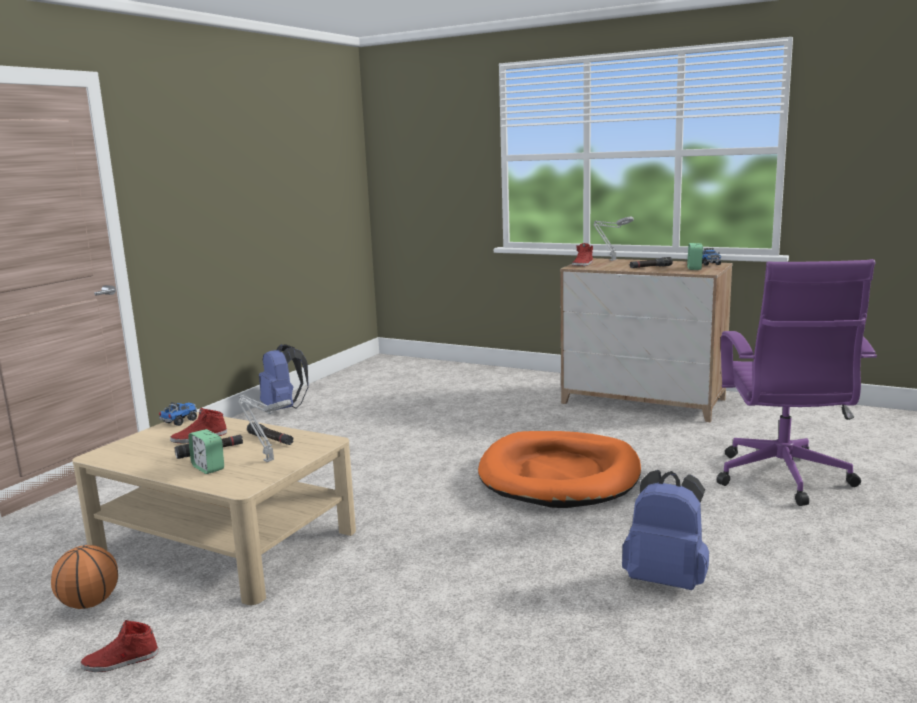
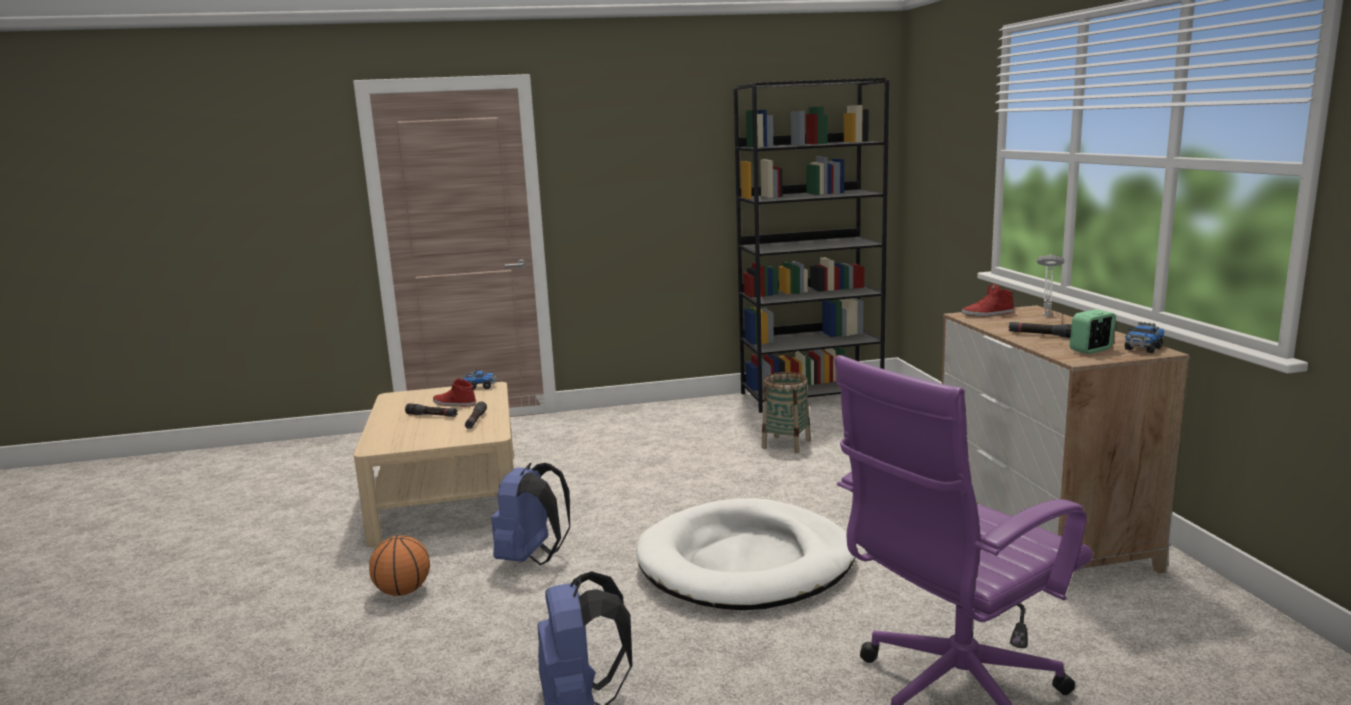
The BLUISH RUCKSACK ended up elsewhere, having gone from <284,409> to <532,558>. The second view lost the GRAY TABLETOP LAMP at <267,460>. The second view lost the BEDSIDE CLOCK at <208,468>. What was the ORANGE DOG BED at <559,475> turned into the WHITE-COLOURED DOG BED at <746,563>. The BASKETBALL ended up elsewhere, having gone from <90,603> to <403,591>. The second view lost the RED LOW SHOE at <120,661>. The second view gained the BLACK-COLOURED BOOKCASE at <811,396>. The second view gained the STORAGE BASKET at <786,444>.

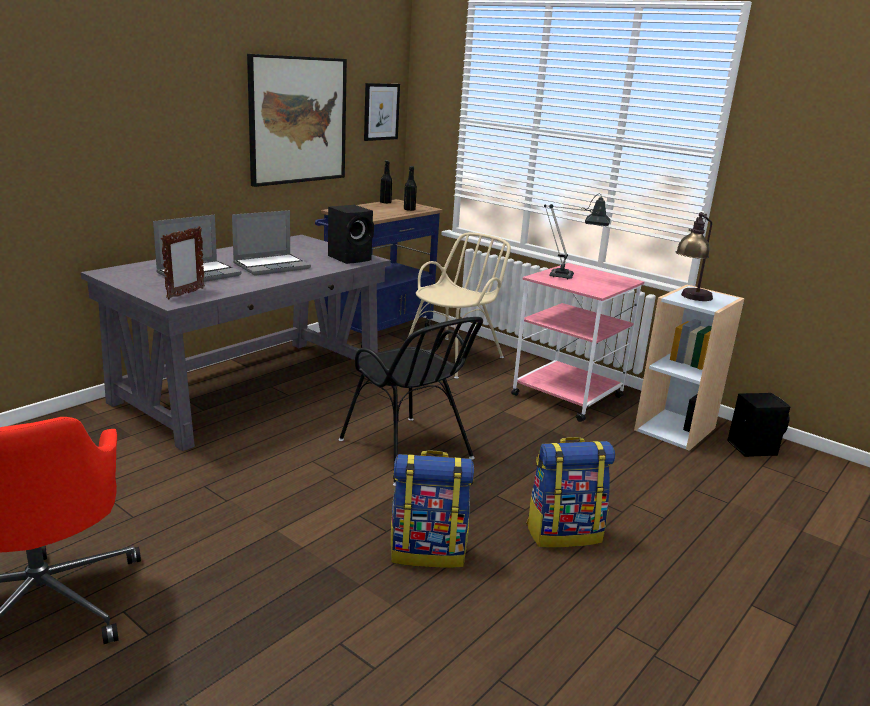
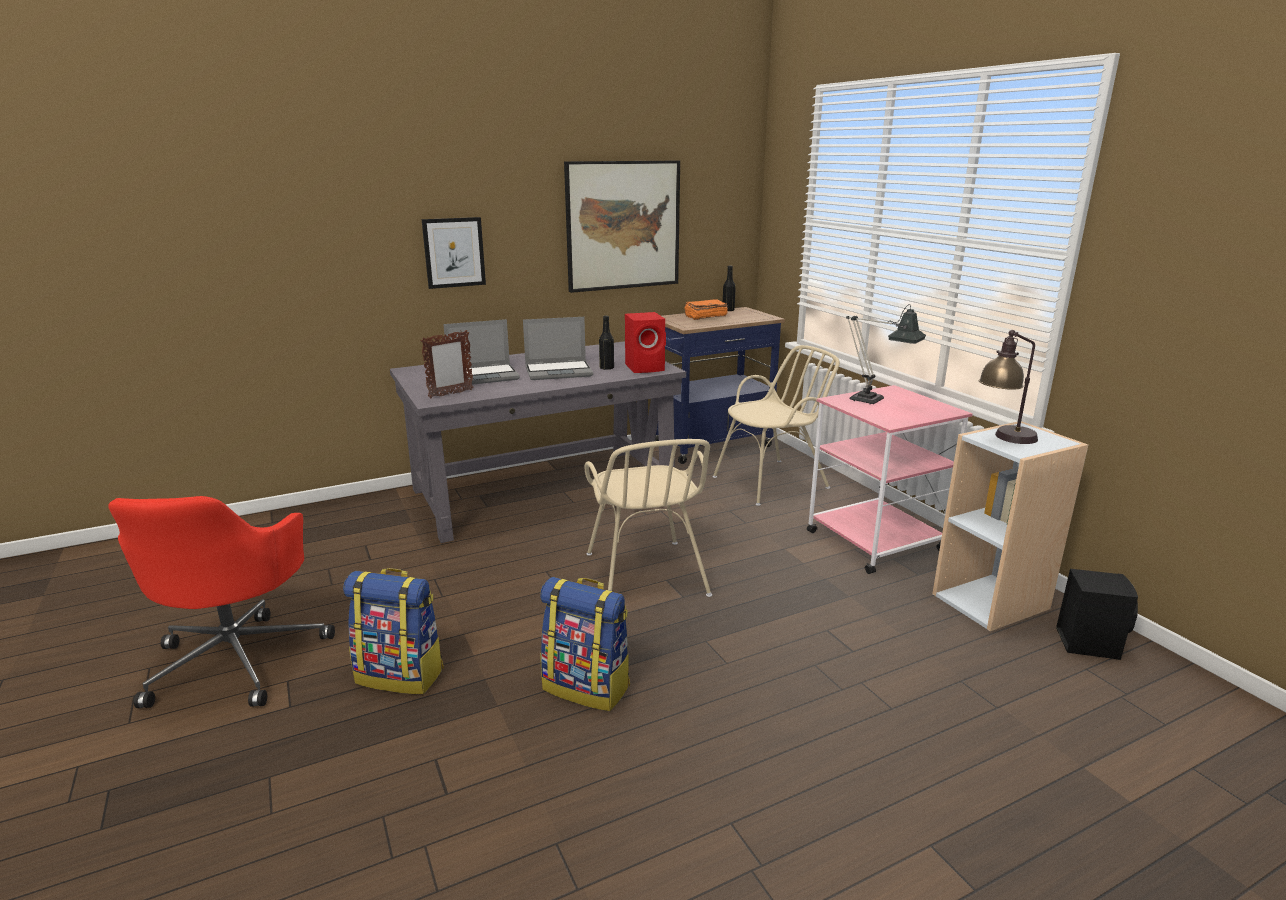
The WALL ART ended up elsewhere, having gone from <381,112> to <454,252>. The BLACK-COLOURED DRINK BOTTLE ended up elsewhere, having gone from <409,210> to <606,368>. What was the BLACK-COLOURED LOUDSPEAKER at <351,258> turned into the RED LOUDSPEAKER at <646,367>. What was the BLACK-COLOURED UPRIGHT CHAIR at <408,451> turned into the BEIGE UPRIGHT CHAIR at <646,577>. The RUCKSACK ended up elsewhere, having gone from <564,533> to <401,675>. The second view gained the ORANGE BOUND BOOK at <705,317>.

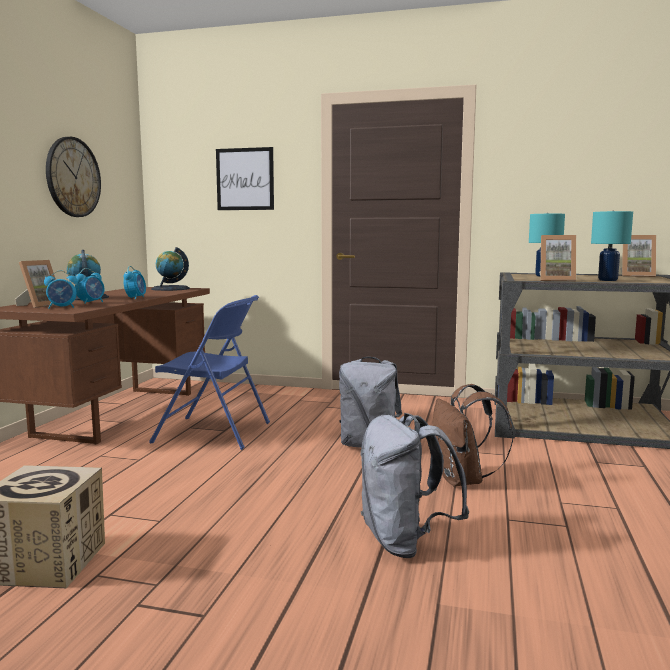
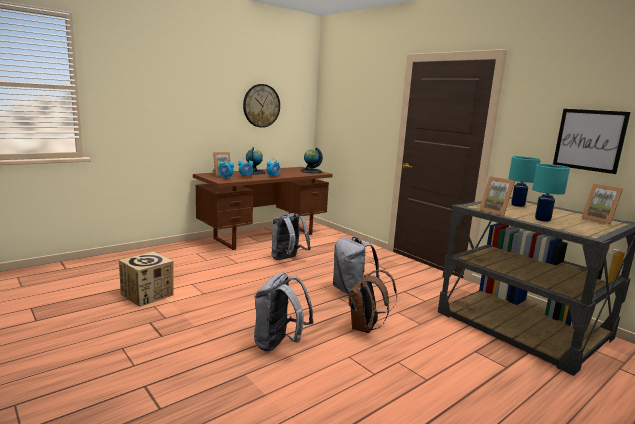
The WALL ART ended up elsewhere, having gone from <245,179> to <589,140>. Where the BLUISH UPRIGHT CHAIR stood at <212,432>, the GRAY RUCKSACK came to stand at <287,259>.

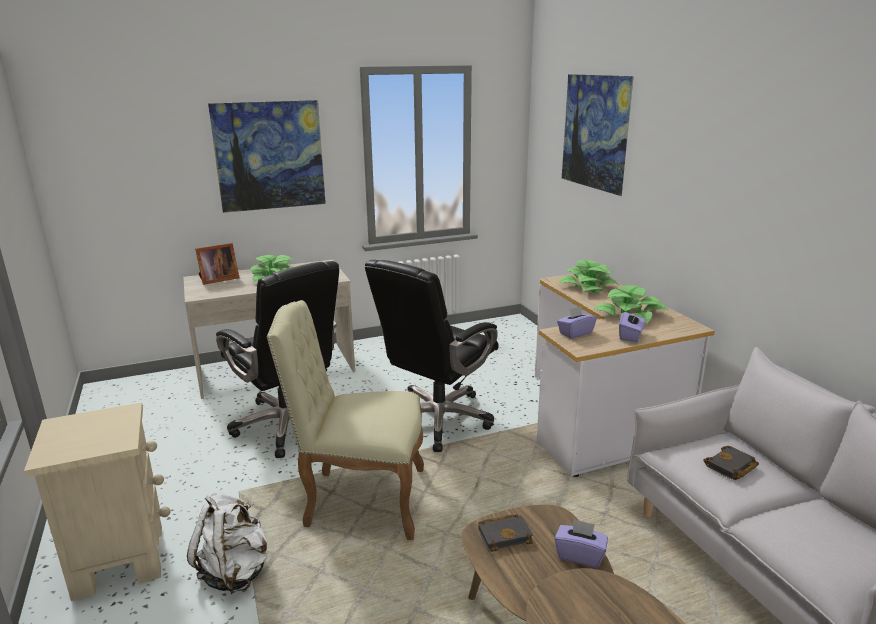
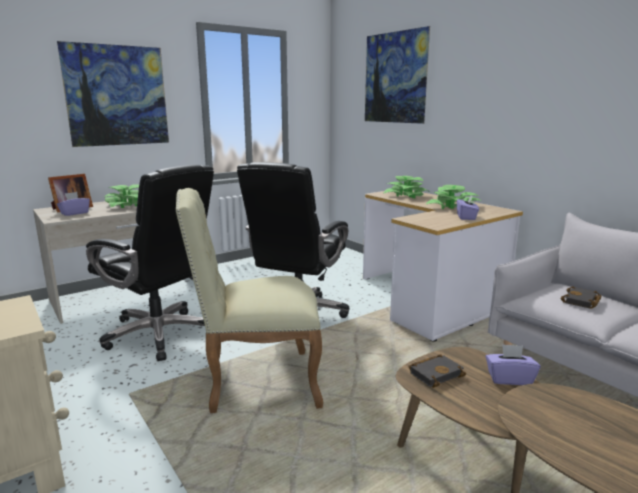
The PURPLE TISSUE HOLDER ended up elsewhere, having gone from <575,333> to <74,213>. The second view lost the WHITE-COLOURED RUCKSACK at <235,572>.

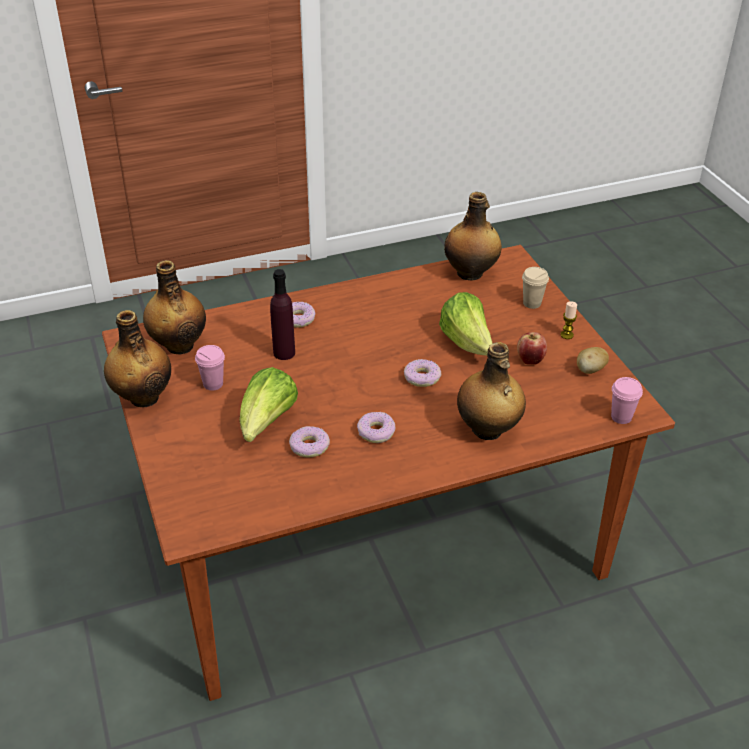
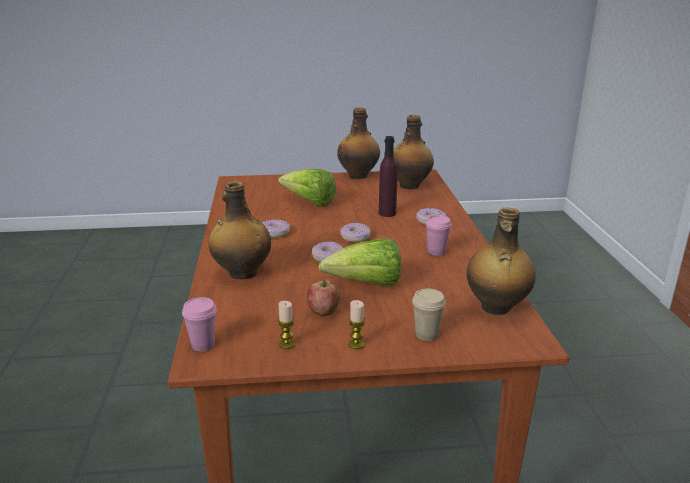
The PINKISH SMALL CUP ended up elsewhere, having gone from <213,384> to <436,252>. Where the POTATO stood at <590,370>, the CANDLE came to stand at <287,344>. The RING DOUGHNUT ended up elsewhere, having gone from <309,446> to <355,237>.

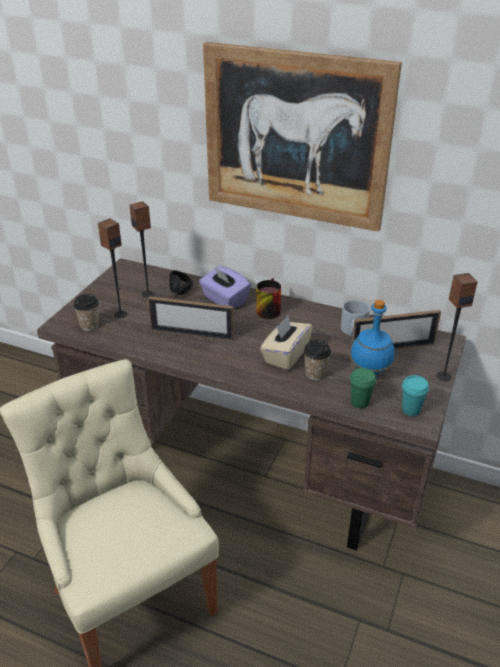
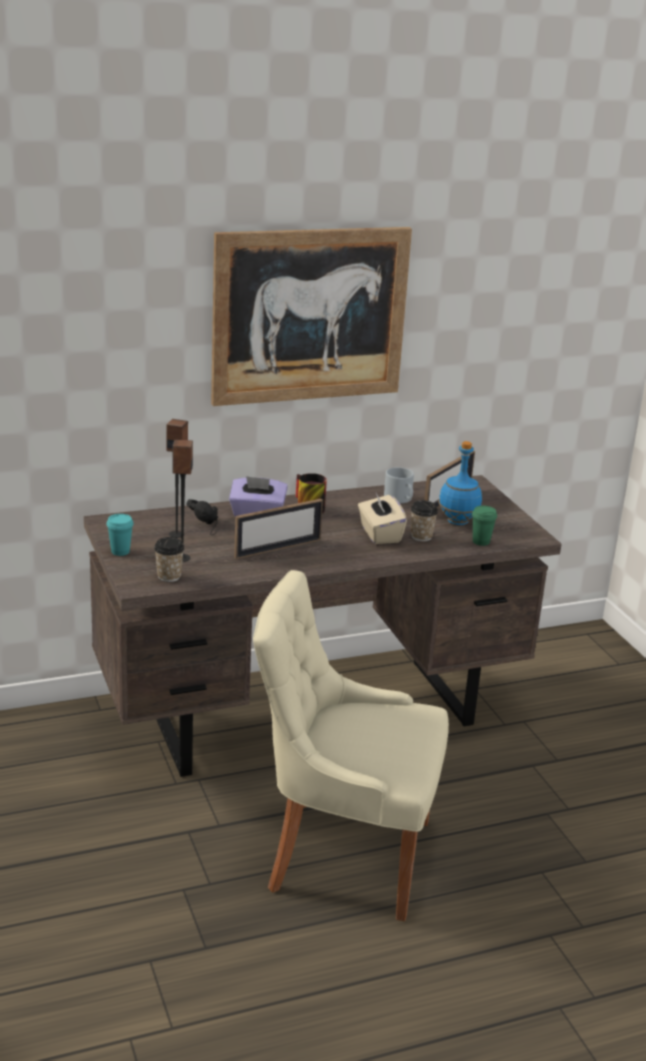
The second view lost the LOUDSPEAKER at <443,376>. The TURQUOISE SMALL CUP ended up elsewhere, having gone from <411,410> to <120,551>.

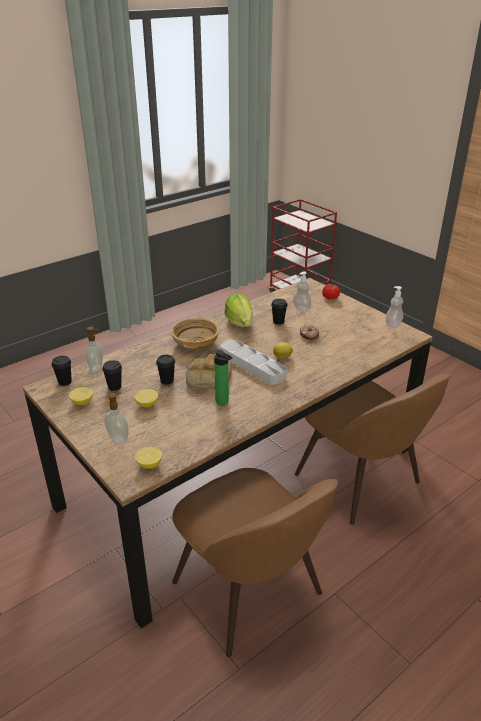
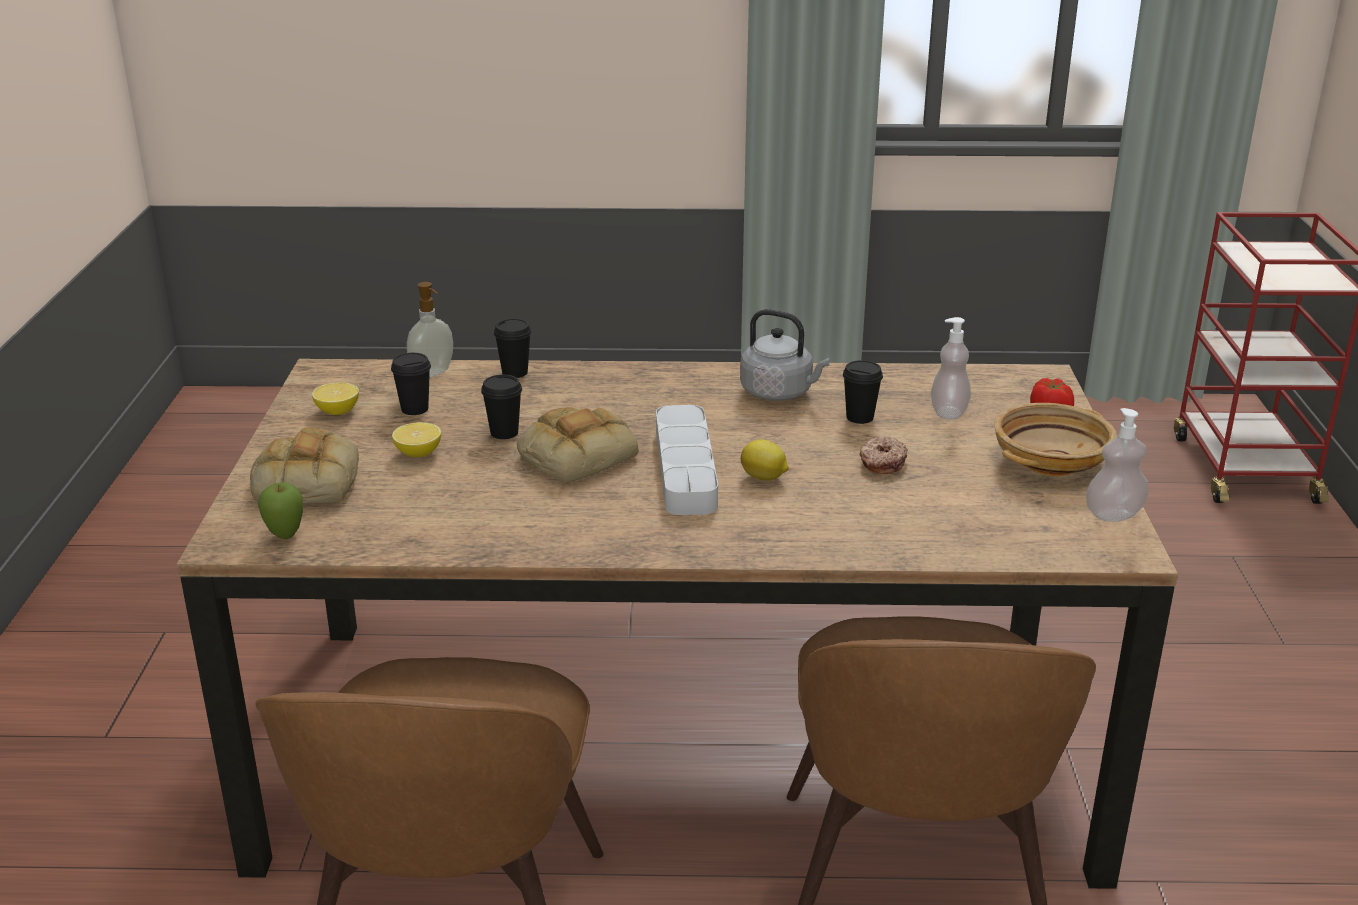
Where the HEAD OF LETTUCE stood at <240,323>, the GRAY TEA KETTLE came to stand at <780,393>. The BEIGE DEEP DISH ended up elsewhere, having gone from <195,343> to <1050,462>. The second view lost the DRINK BOTTLE at <223,402>. The BLACK-COLOURED SMALL CUP ended up elsewhere, having gone from <65,382> to <514,373>. Where the LIQUID SOAP BOTTLE stood at <119,438>, the BAKERY BREAD came to stand at <305,481>. Where the CITRUS FRUIT stood at <149,465>, the APPLE came to stand at <285,536>.

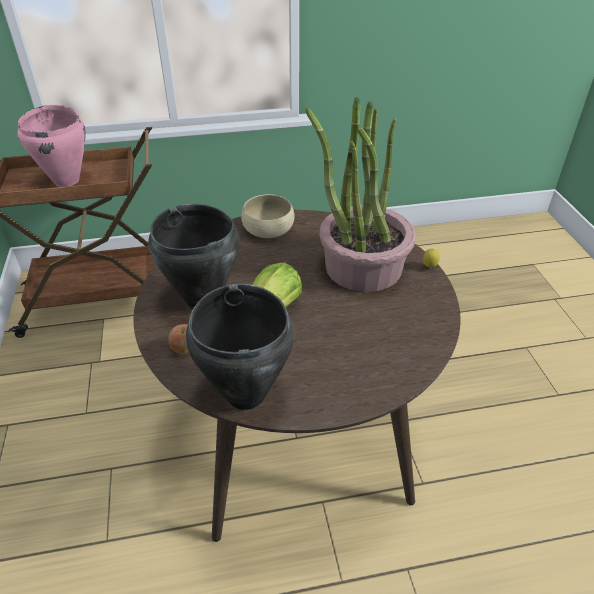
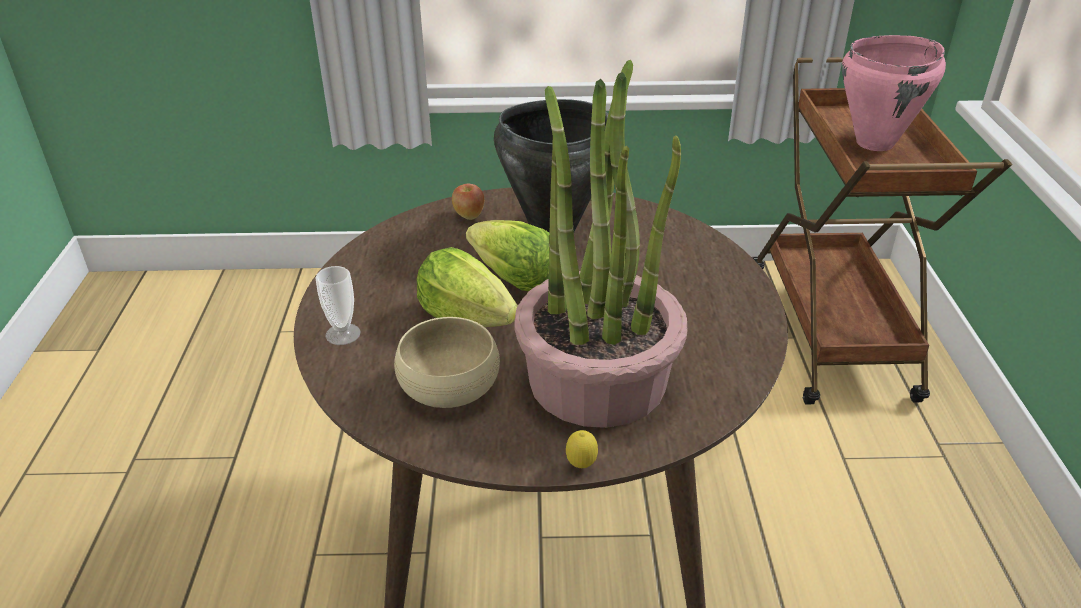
The BEIGE DEEP DISH ended up elsewhere, having gone from <268,229> to <448,385>. The second view lost the BLACK-COLOURED SAUCEPOT at <245,395>. The second view gained the HEAD OF LETTUCE at <466,317>. The second view gained the SMALL CUP at <343,334>.

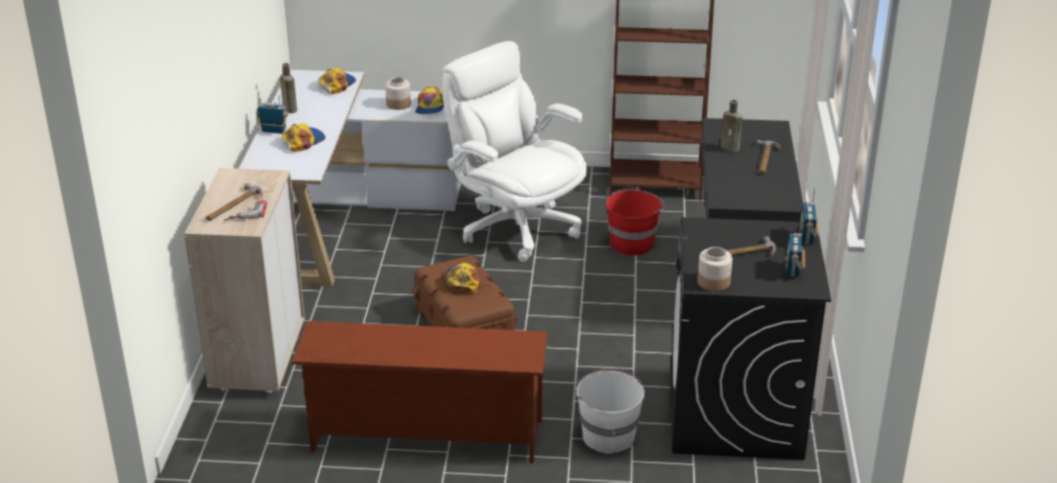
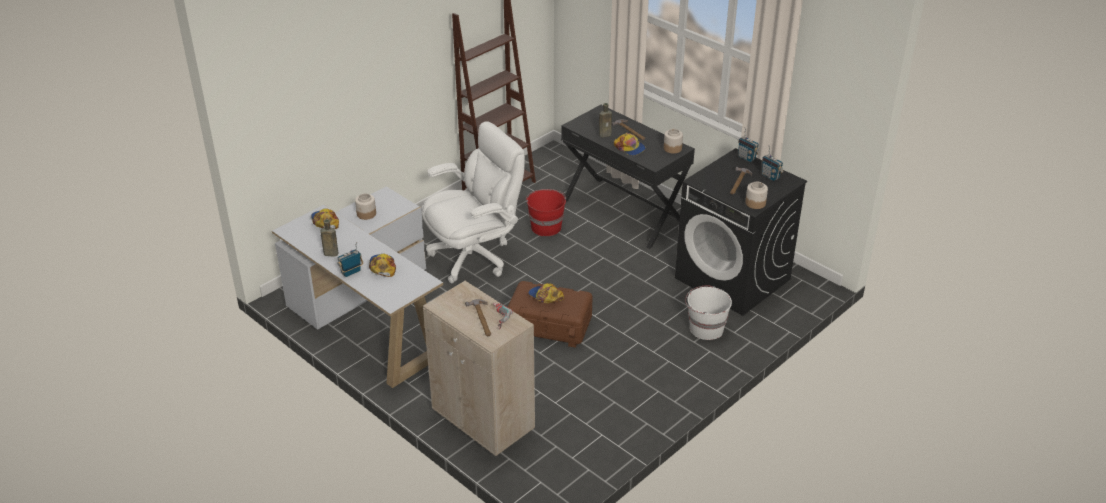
The WHITE-COLOURED OFFICE CHAIR at <516,228> ended up facing another way, 150 degrees clockwise from before. The PEAKED CAP ended up elsewhere, having gone from <430,107> to <630,148>. The second view lost the BROWN SHOE RACK at <424,437>. The second view gained the JAR at <672,148>.

